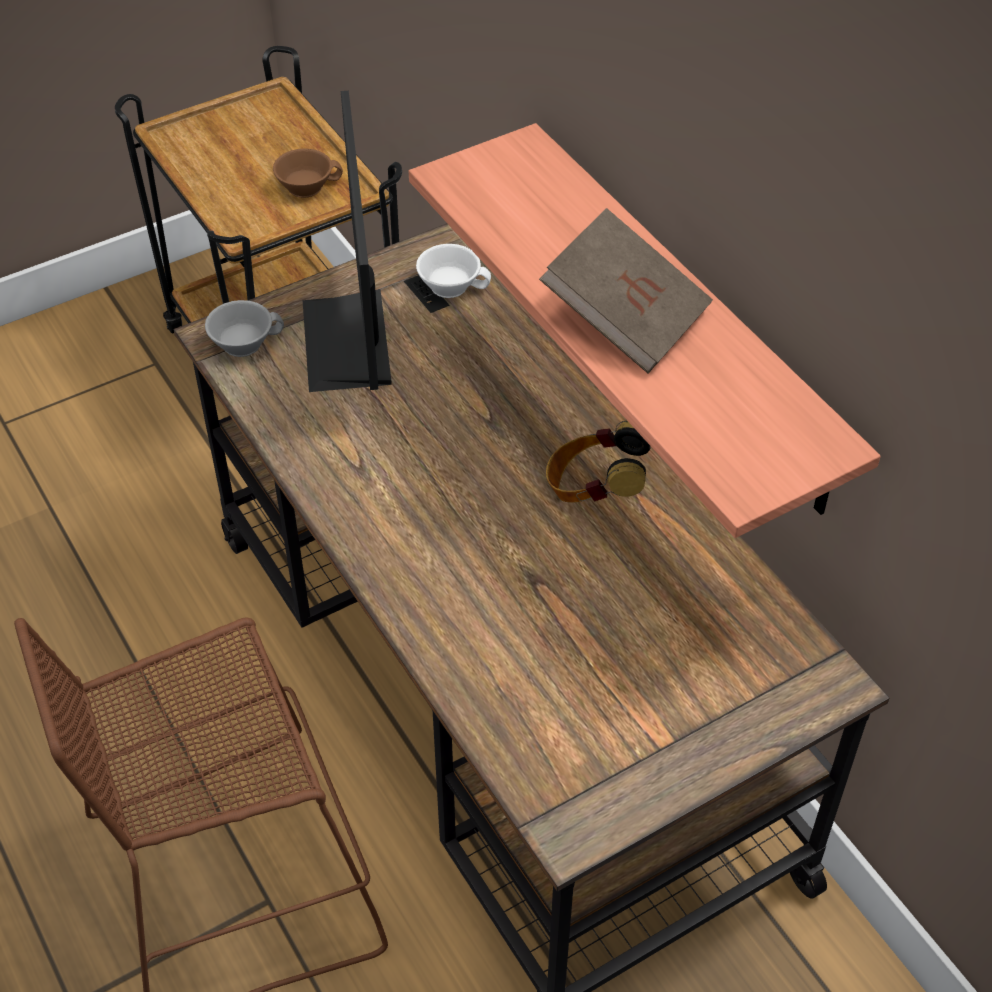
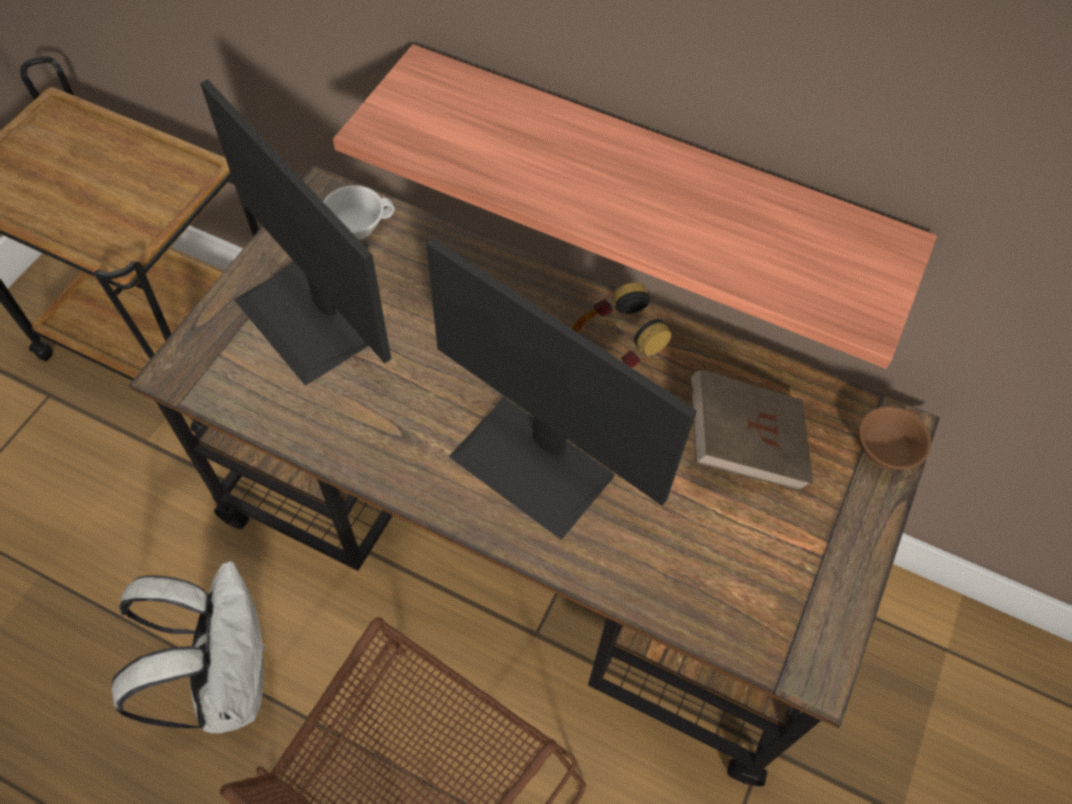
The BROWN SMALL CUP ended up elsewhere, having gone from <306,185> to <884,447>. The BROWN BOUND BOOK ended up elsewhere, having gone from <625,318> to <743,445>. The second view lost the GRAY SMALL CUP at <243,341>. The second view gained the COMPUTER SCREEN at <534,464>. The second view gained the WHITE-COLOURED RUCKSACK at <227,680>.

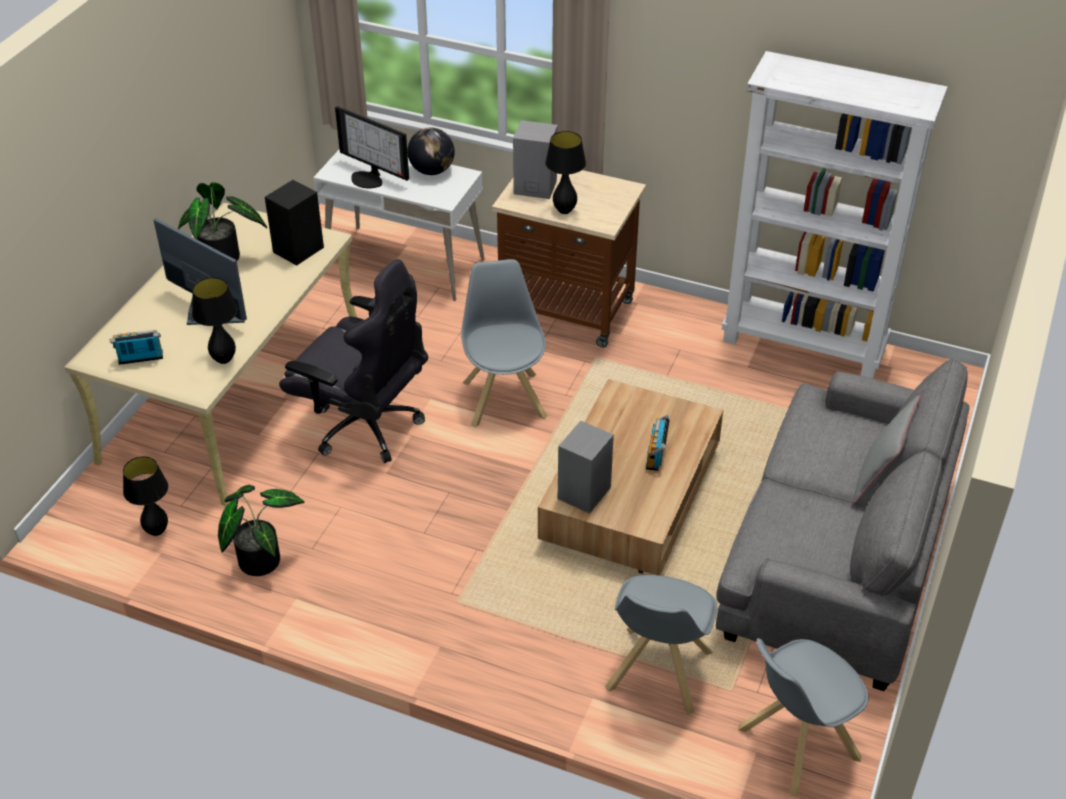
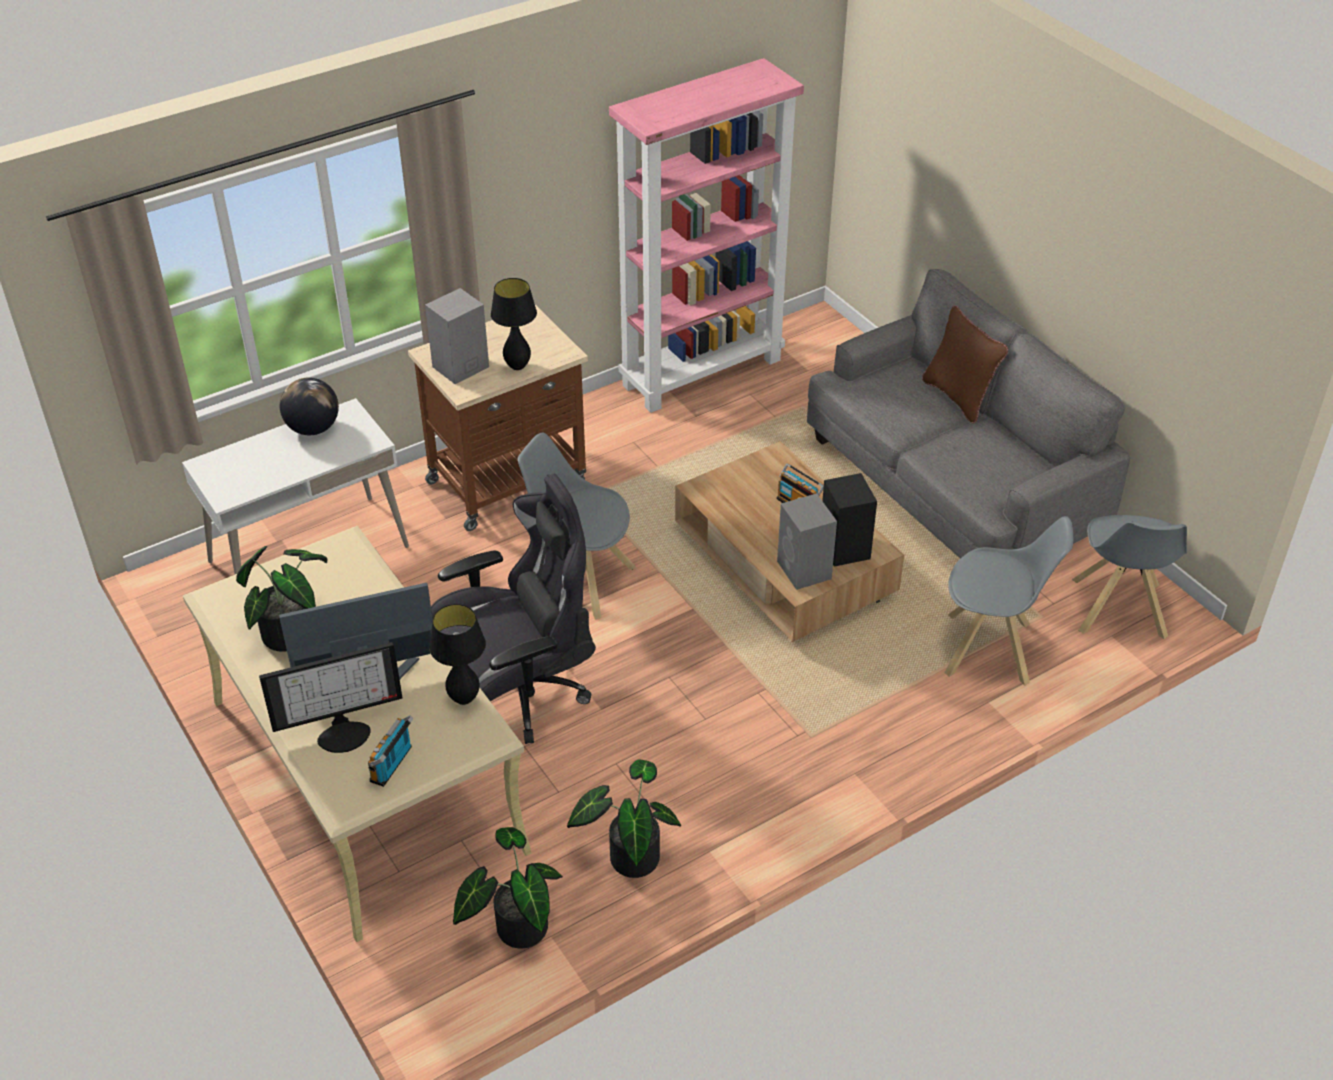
What was the WHITE-COLOURED BOOKCASE at <805,344> turned into the PINKISH BOOKCASE at <702,371>. The COMPUTER SCREEN ended up elsewhere, having gone from <369,178> to <344,732>. The BLACK-COLOURED LOUDSPEAKER ended up elsewhere, having gone from <299,249> to <844,547>. What was the GRAY PILLOW at <878,481> turned into the BROWN PILLOW at <958,397>. Where the BLACK-COLOURED TABLETOP LAMP stood at <157,531>, the PLANT IN A POT came to stand at <515,927>. The GRAY UPRIGHT CHAIR at <657,673> ended up facing another way, 45 degrees counterclockwise from before.

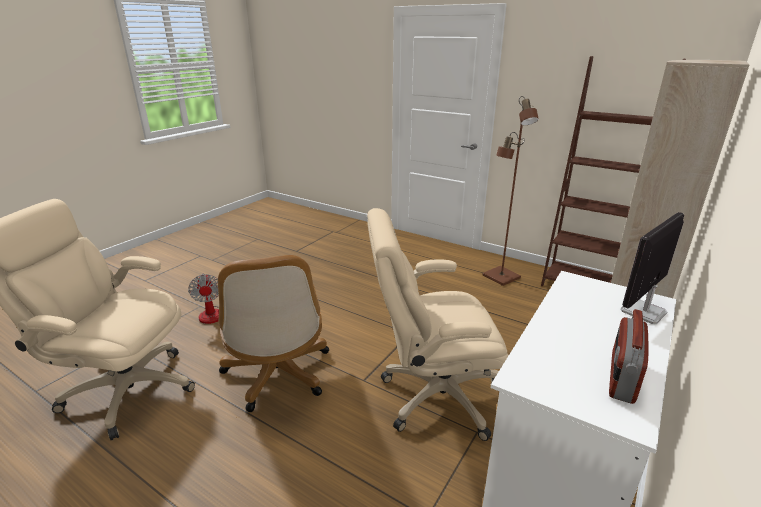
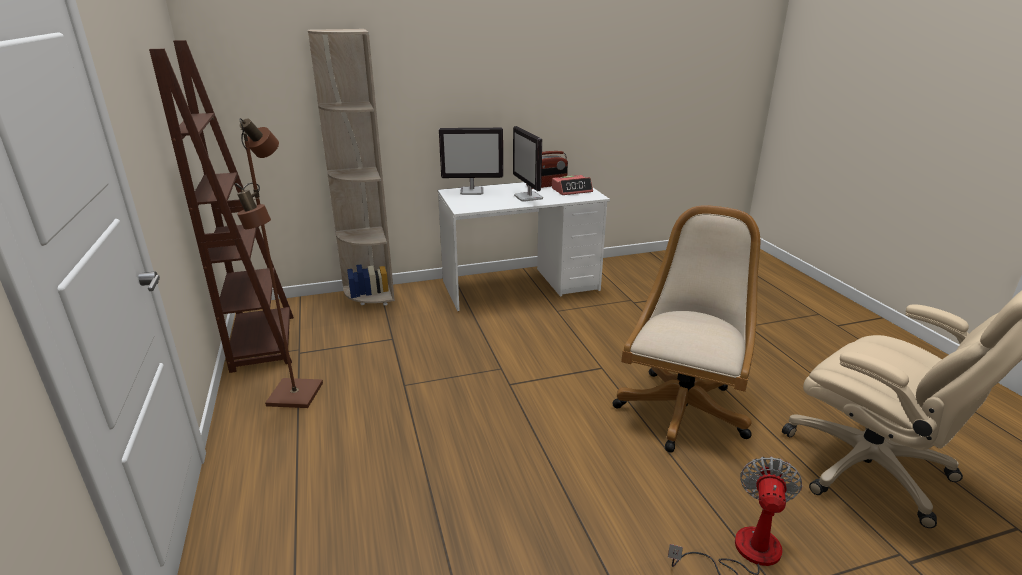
The second view lost the BEIGE OFFICE CHAIR at <431,395>. The second view gained the COMPUTER SCREEN at <528,197>. The second view gained the BEDSIDE CLOCK at <572,190>.

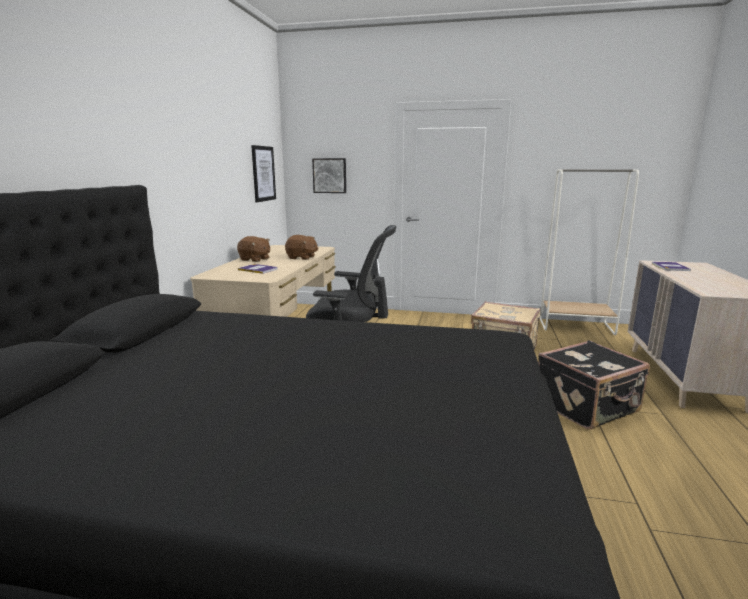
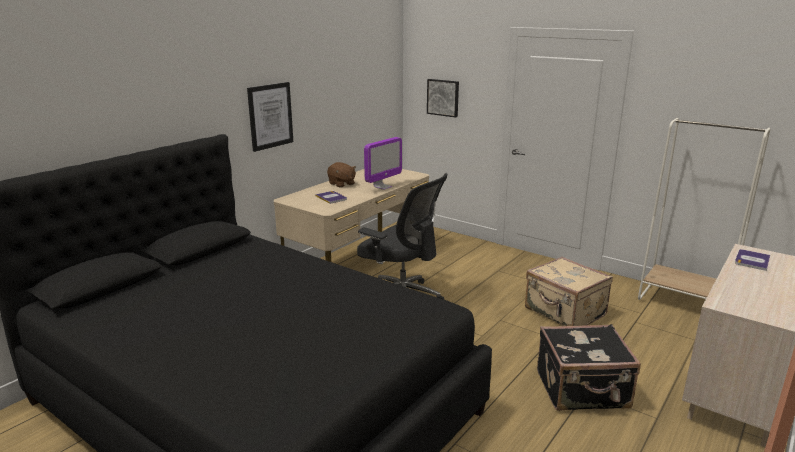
The WALL ART ended up elsewhere, having gone from <263,173> to <270,116>. Where the BROWN SOFT TOY stood at <301,258>, the COMPUTER SCREEN came to stand at <382,187>.

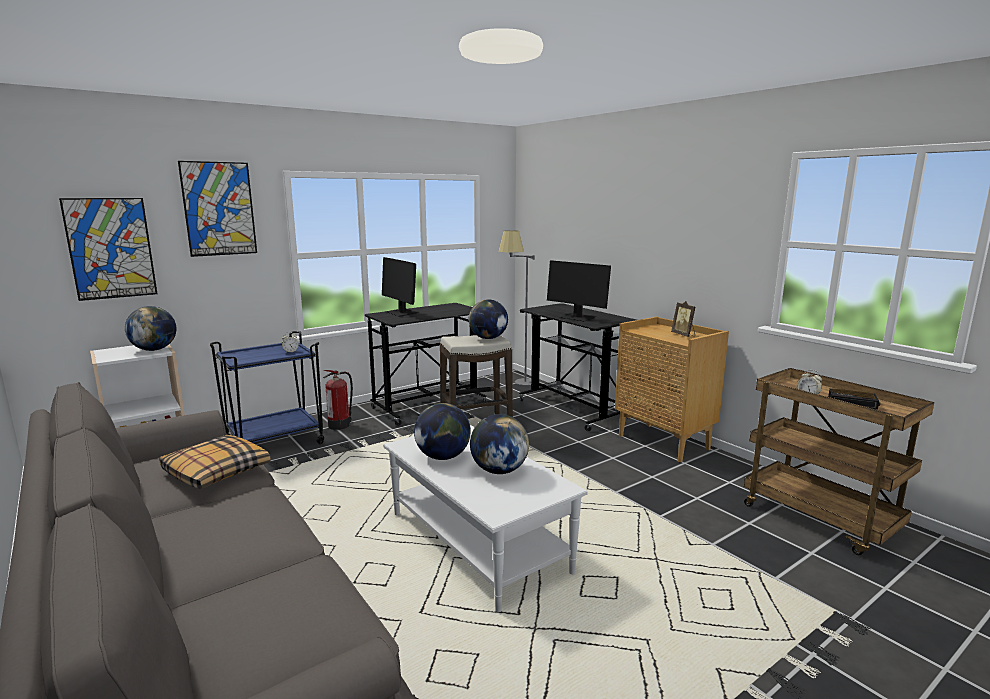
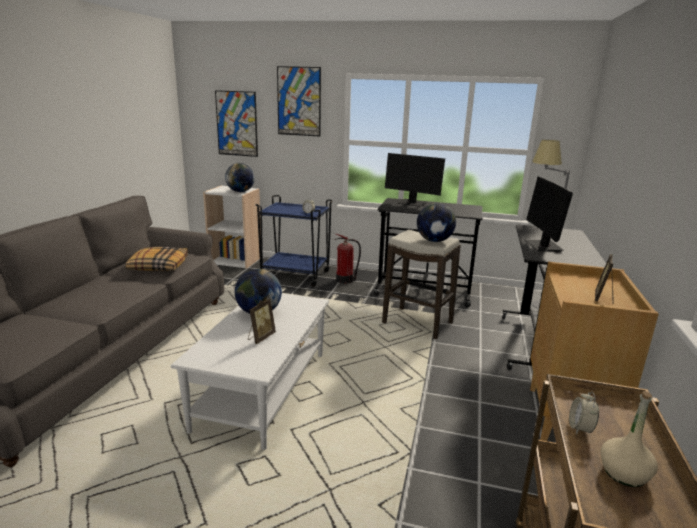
The COMPUTER SCREEN at <401,313> ended up facing another way, 75 degrees counterclockwise from before. Where the BEDSIDE CLOCK stood at <853,402>, the BEIGE DRINK BOTTLE came to stand at <624,473>. Where the WORLD GLOBE stood at <499,470>, the PHOTO FRAME came to stand at <260,337>.

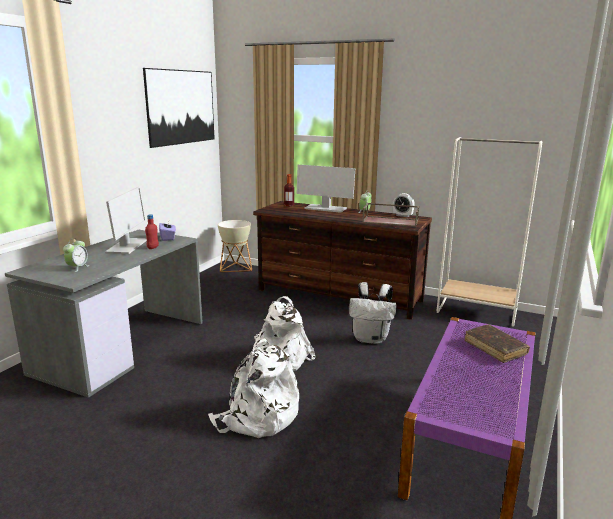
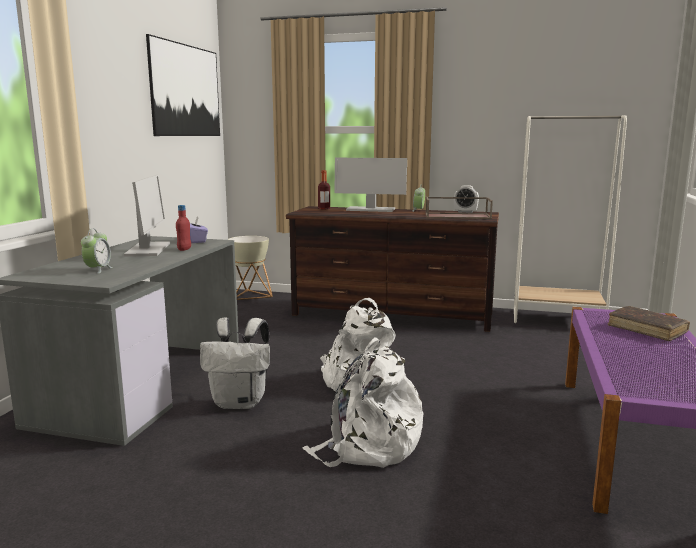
The WHITE-COLOURED RUCKSACK ended up elsewhere, having gone from <371,339> to <240,402>.

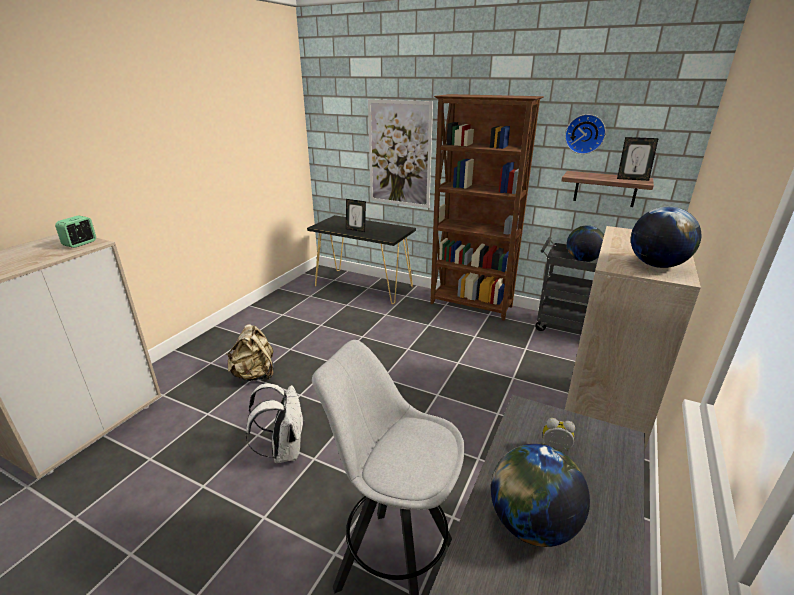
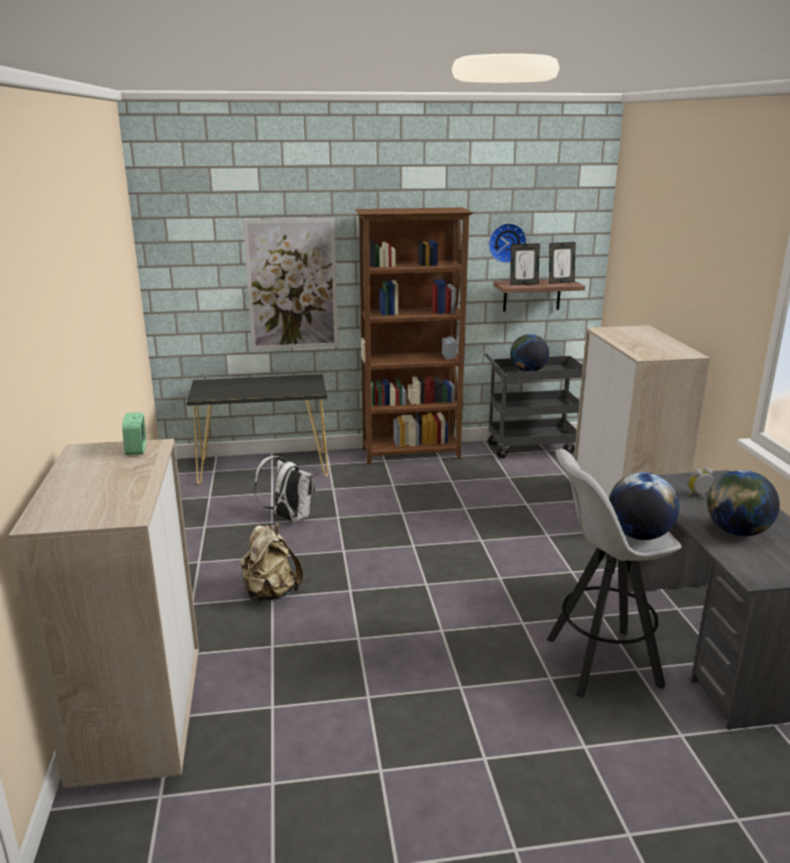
The PHOTO FRAME ended up elsewhere, having gone from <356,230> to <523,284>. The WORLD GLOBE ended up elsewhere, having gone from <656,265> to <639,535>. The WHITE-COLOURED RUCKSACK ended up elsewhere, having gone from <284,450> to <289,518>.

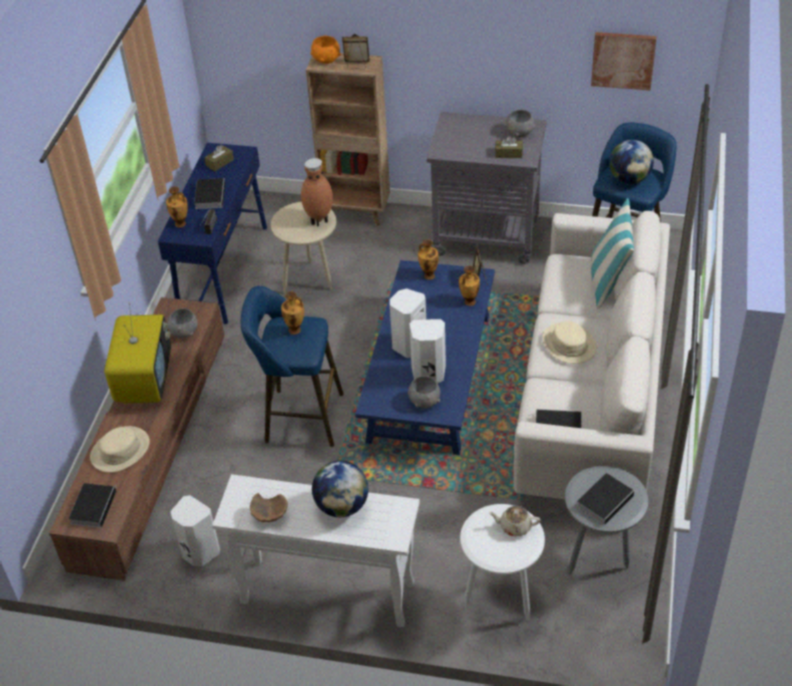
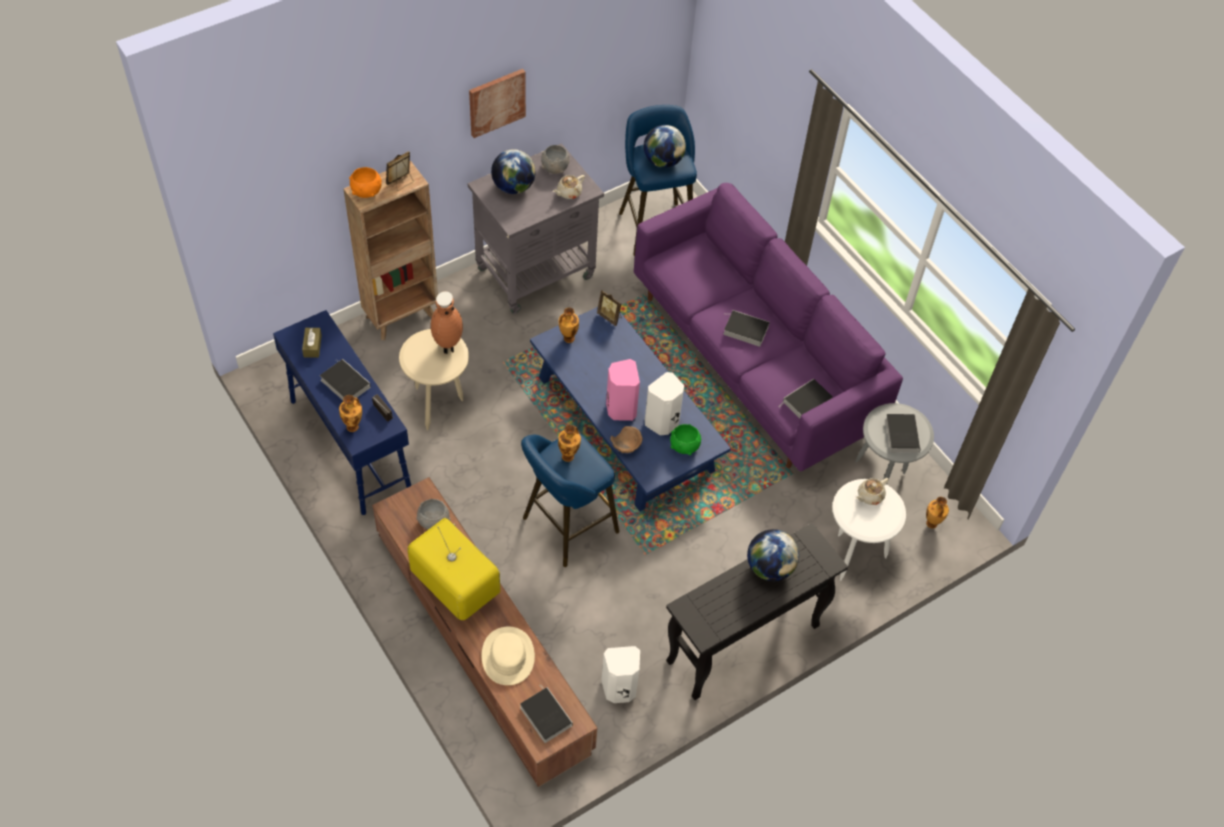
The WALL ART ended up elsewhere, having gone from <623,60> to <496,102>. Where the BROWN TISSUE HOLDER stood at <508,154>, the BEIGE TEAPOT came to stand at <568,192>. The second view lost the PILLOW at <608,281>. What was the WHITE-COLOURED SETTEE at <590,398> turned into the PURPLE SETTEE at <753,362>. The DECORATIVE VASE ended up elsewhere, having gone from <469,302> to <931,524>. What was the WHITE-COLOURED LOUDSPEAKER at <408,345> turned into the PINKISH LOUDSPEAKER at <620,408>. Where the BEIGE HAT stood at <569,344>, the BOUND BOOK came to stand at <744,330>. What was the GRAY DEEP DISH at <424,401> turned into the GREENISH DEEP DISH at <684,447>. What was the WHITE-COLOURED CONSOLE TABLE at <326,593> turned into the BLACK-COLOURED CONSOLE TABLE at <742,645>. The BROWN DEEP DISH ended up elsewhere, having gone from <269,516> to <626,447>. The second view gained the WORLD GLOBE at <513,187>.

